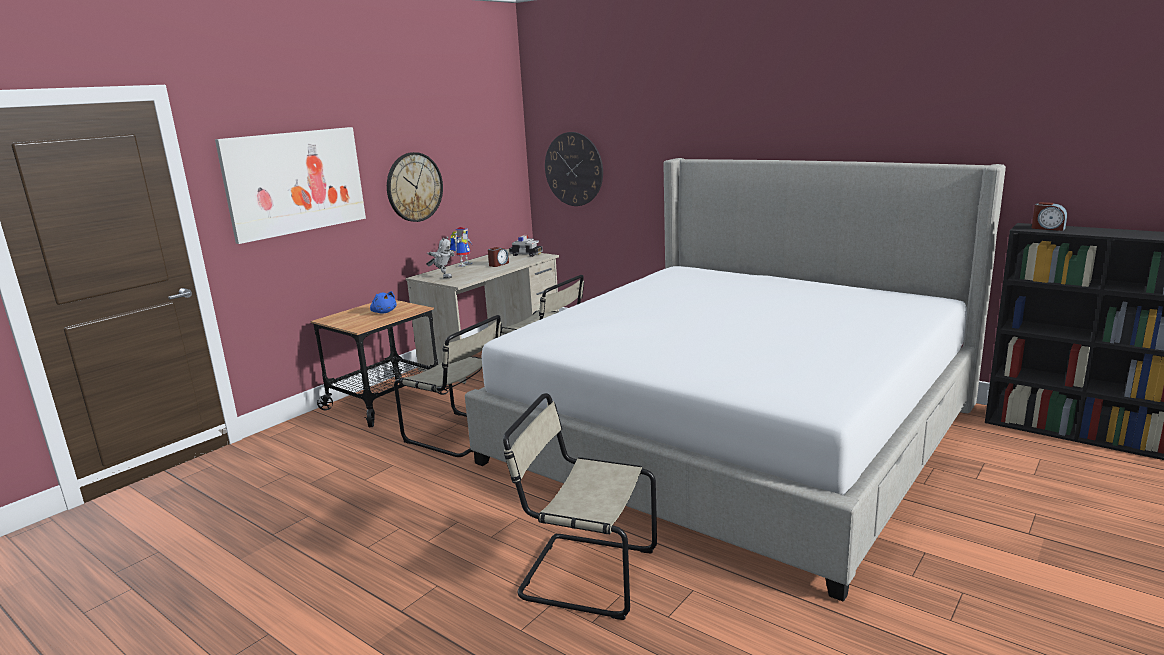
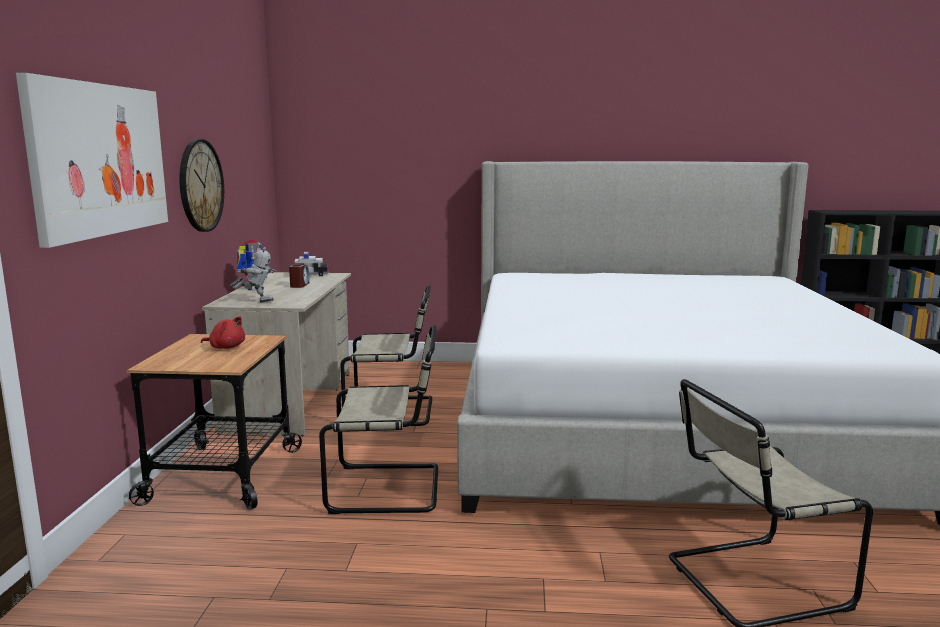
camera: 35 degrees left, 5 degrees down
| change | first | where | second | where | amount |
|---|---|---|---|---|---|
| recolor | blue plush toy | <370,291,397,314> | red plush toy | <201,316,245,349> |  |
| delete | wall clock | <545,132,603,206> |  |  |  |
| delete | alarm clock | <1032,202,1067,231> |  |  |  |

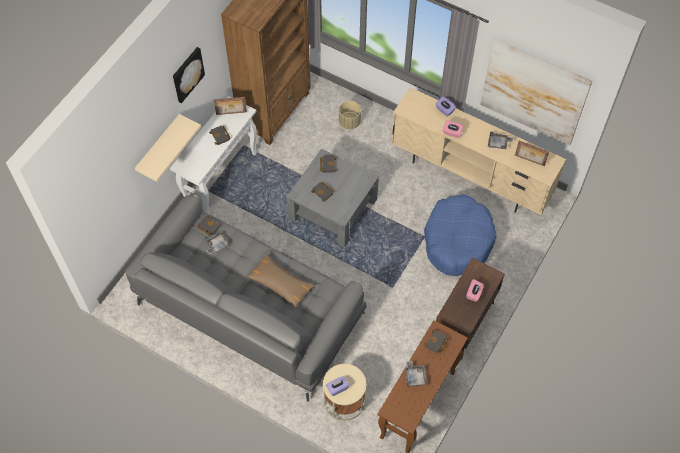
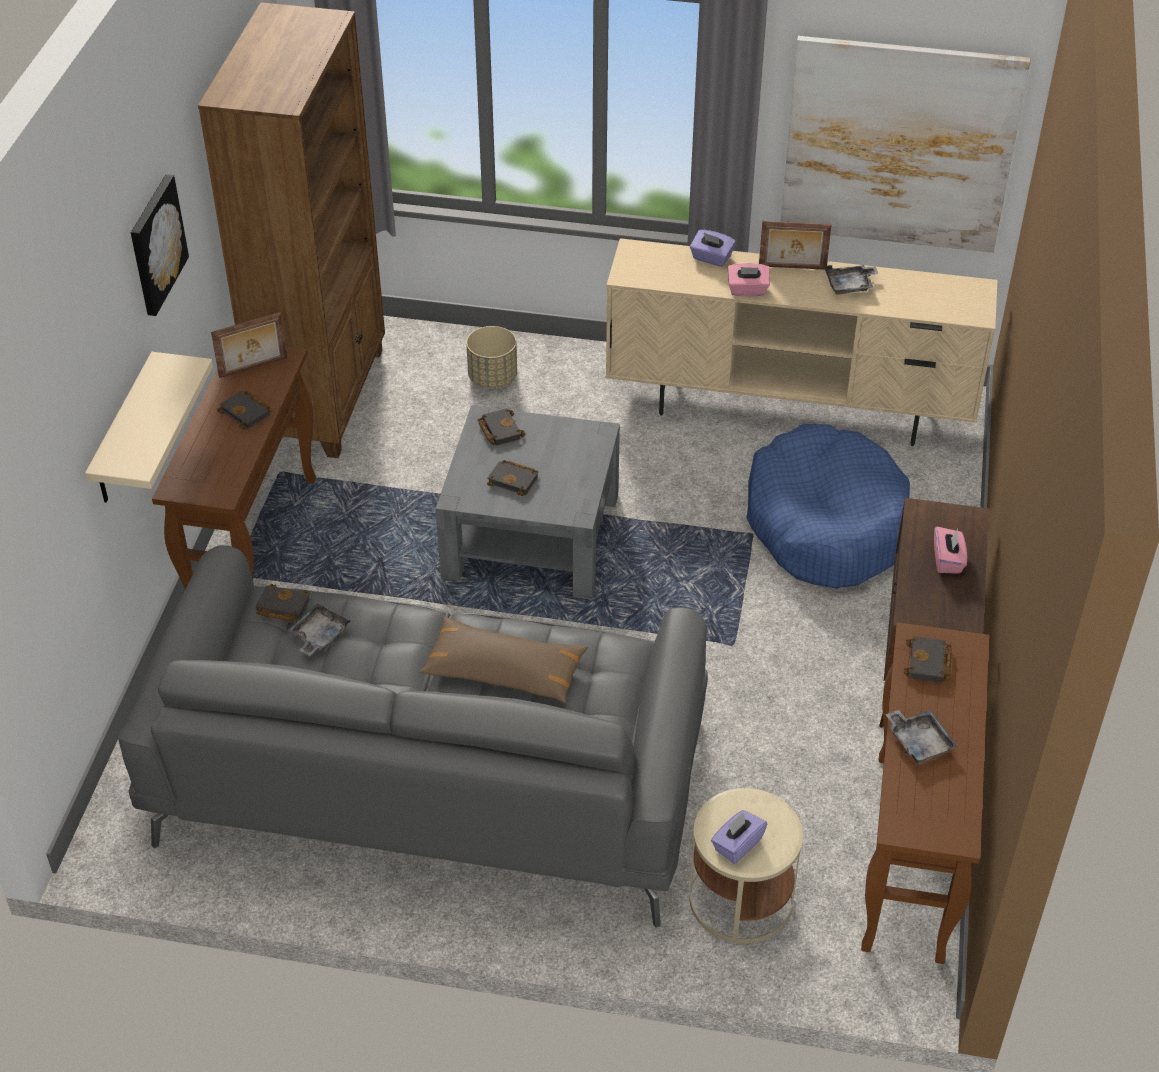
camera: 20 degrees left, 15 degrees down
| change | first | where | second | where | amount |
|---|---|---|---|---|---|
| recolor | white console table | <170,96,257,215> | brown console table | <152,347,316,589> |  |
| move | picture frame | <515,141,549,166> |  | <759,221,832,270> |  |

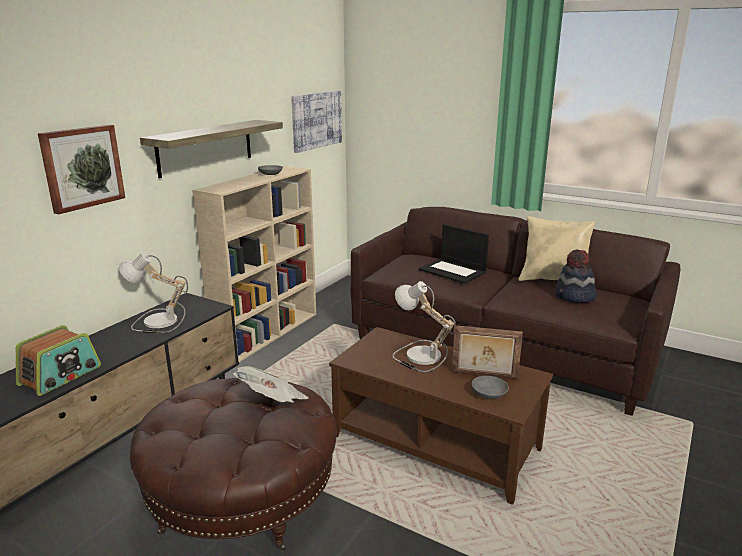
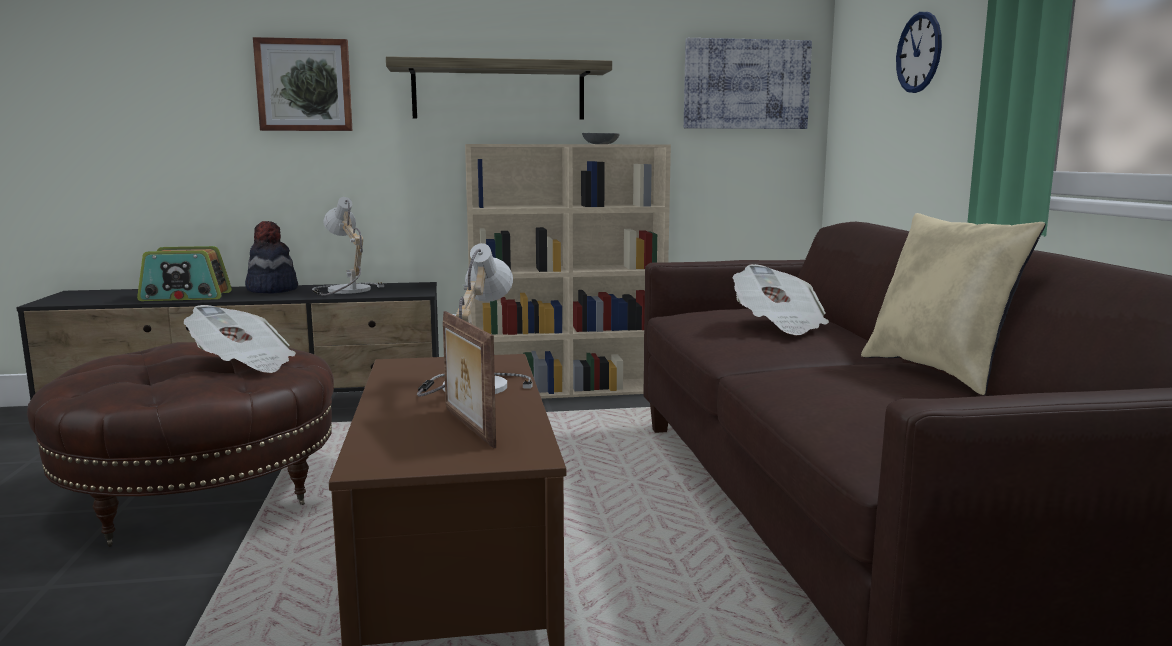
camera: 50 degrees right, 10 degrees down
| change | first | where | second | where | amount |
|---|---|---|---|---|---|
| replace | laptop | <419,224,489,284> | newspaper | <733,264,829,335> |  |
| delete | grey bowl | <472,376,509,399> |  |  |  |
| move | hat | <555,250,597,303> |  | <245,221,298,294> |  |
| insert |  |  | wall clock | <896,12,942,93> |  |

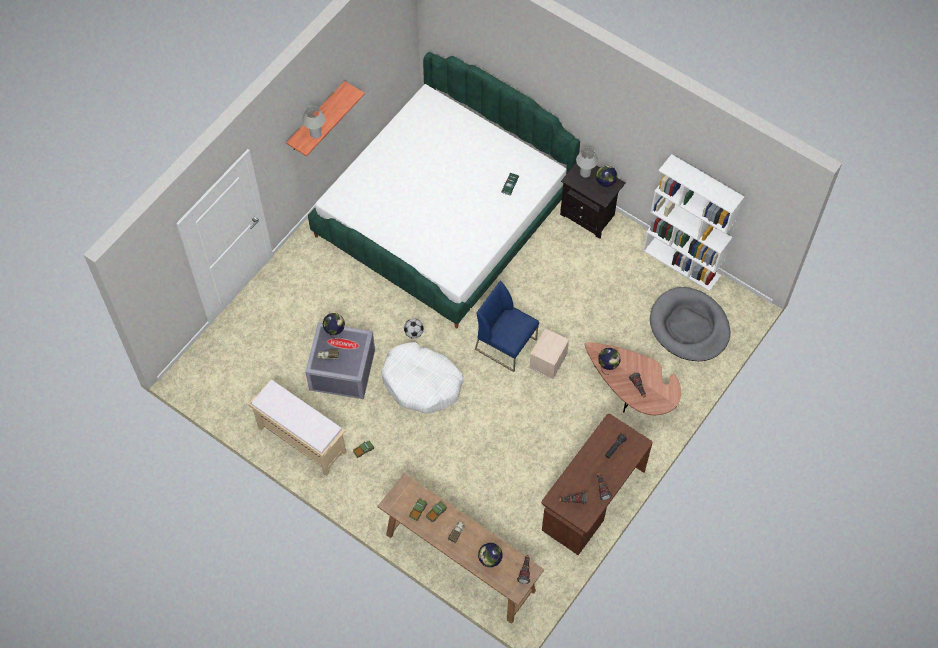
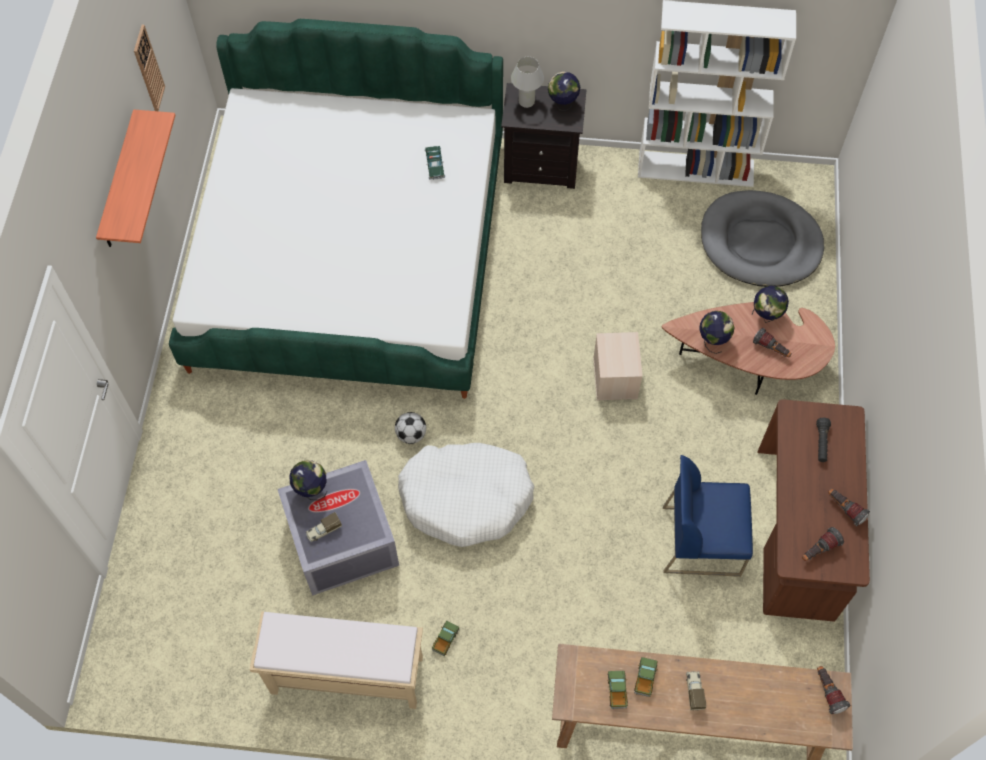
camera: 30 degrees left, 0 degrees up
| change | first | where | second | where | amount |
|---|---|---|---|---|---|
| delete | white table lamp | <302,106,325,139> |  |  |  |
| move | blue chair | <475,281,539,372> |  | <663,455,753,577> |  |
| move | globe | <478,543,503,567> |  | <752,286,789,323> |  |
| insert |  |  | wall clock | <134,25,165,111> |  |

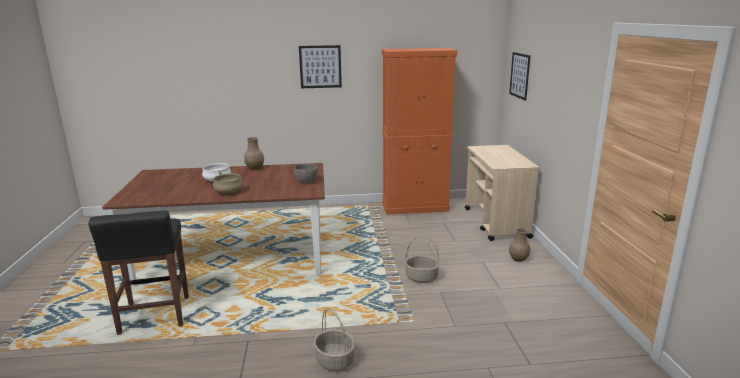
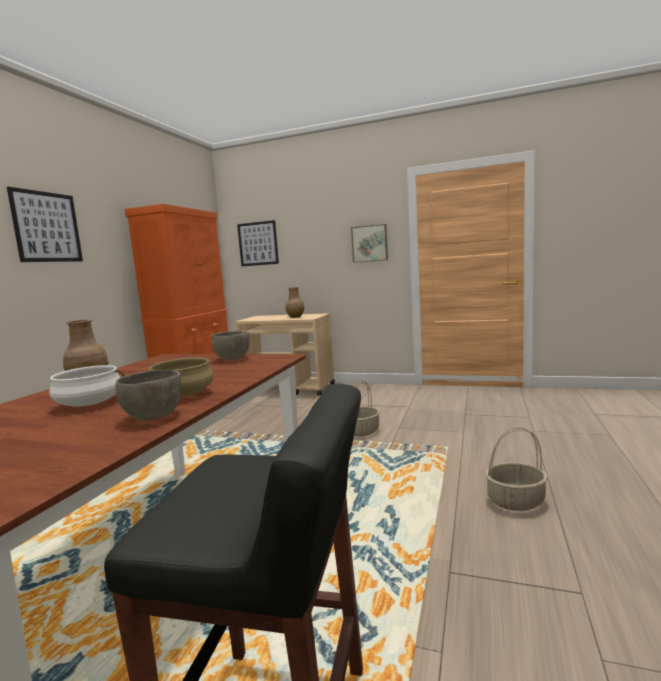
camera: 65 degrees left, 10 degrees down
| change | first | where | second | where | amount |
|---|---|---|---|---|---|
| move | brown vase | <509,228,530,262> |  | <286,287,304,318> |  |
| insert |  |  | grey bowl | <115,370,181,420> |  |
| insert |  |  | picture | <351,224,388,263> |  |

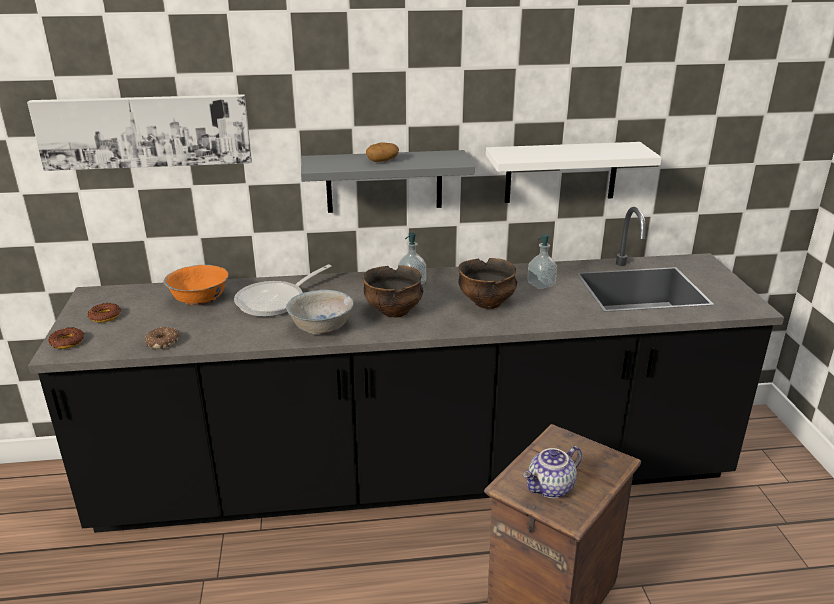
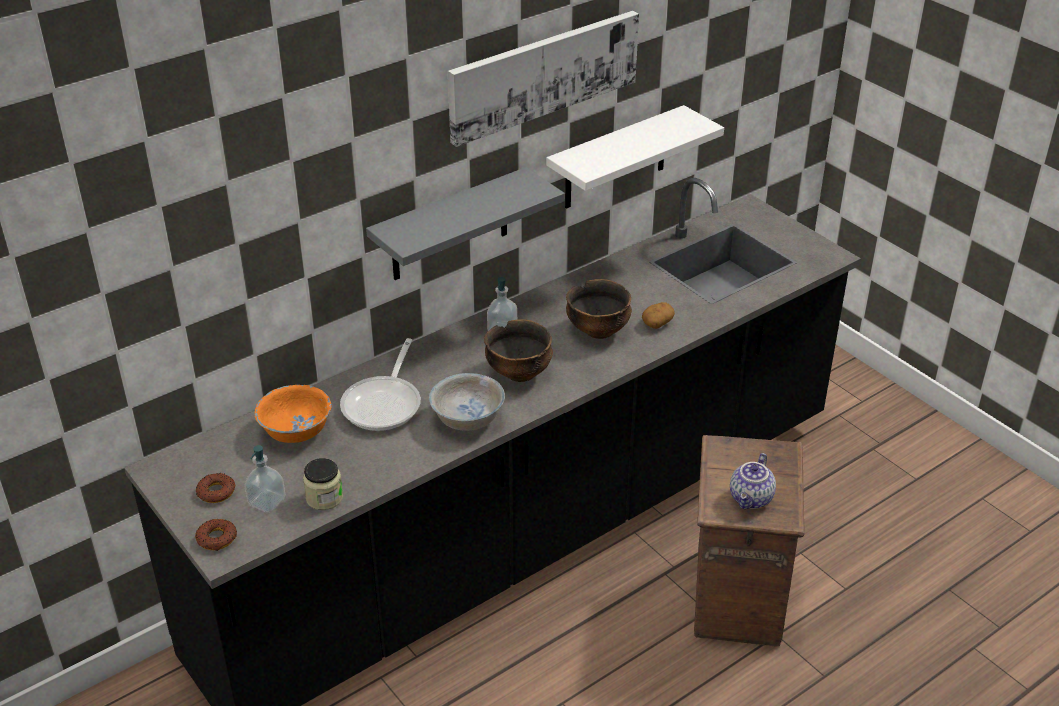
camera: 30 degrees left, 10 degrees up
| change | first | where | second | where | amount |
|---|---|---|---|---|---|
| move | picture | <27,94,252,171> |  | <448,11,639,147> |  |
| replace | donut | <145,327,180,349> | jar | <303,458,343,510> |  |
| move | potato | <366,142,399,162> |  | <642,302,675,329> |  |
| move | soap dispenser | <527,234,557,289> |  | <244,445,285,513> |  |

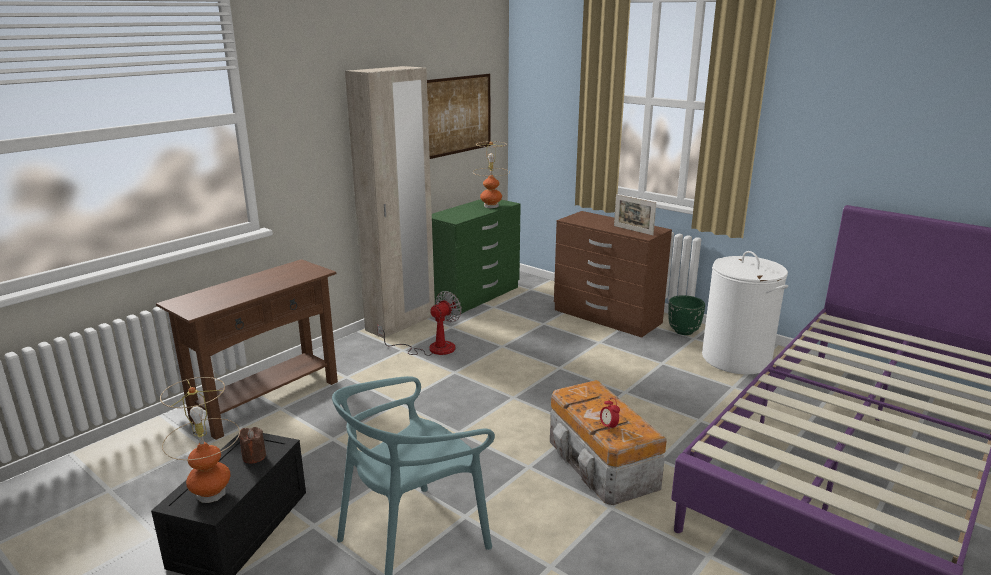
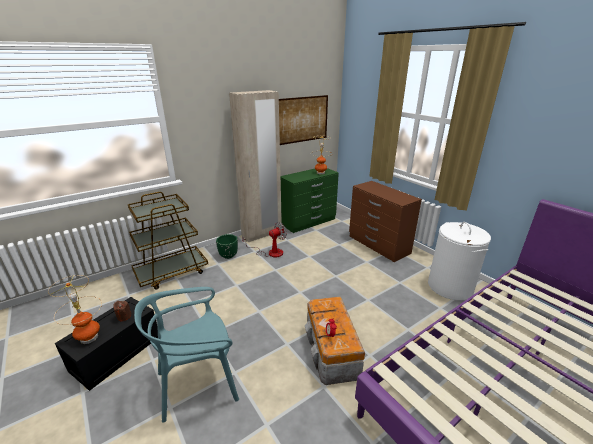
camera: 15 degrees right, 5 degrees up
| change | first | where | second | where | amount |
|---|---|---|---|---|---|
| replace | brown console table | <156,259,338,440> | brown cart | <128,192,208,290> |  |
| delete | picture frame | <614,194,656,235> |  |  |  |
| move | green planter | <668,295,705,335> |  | <216,234,238,259> |  |

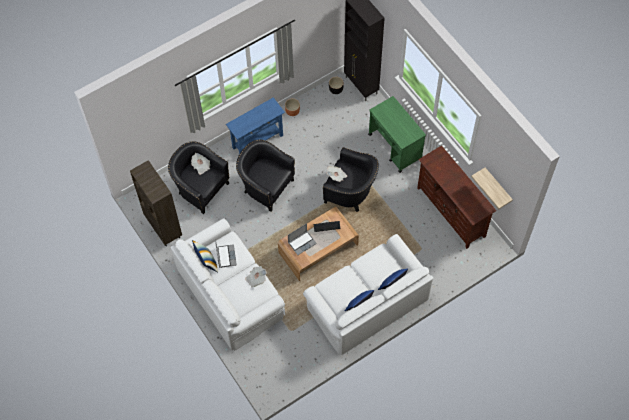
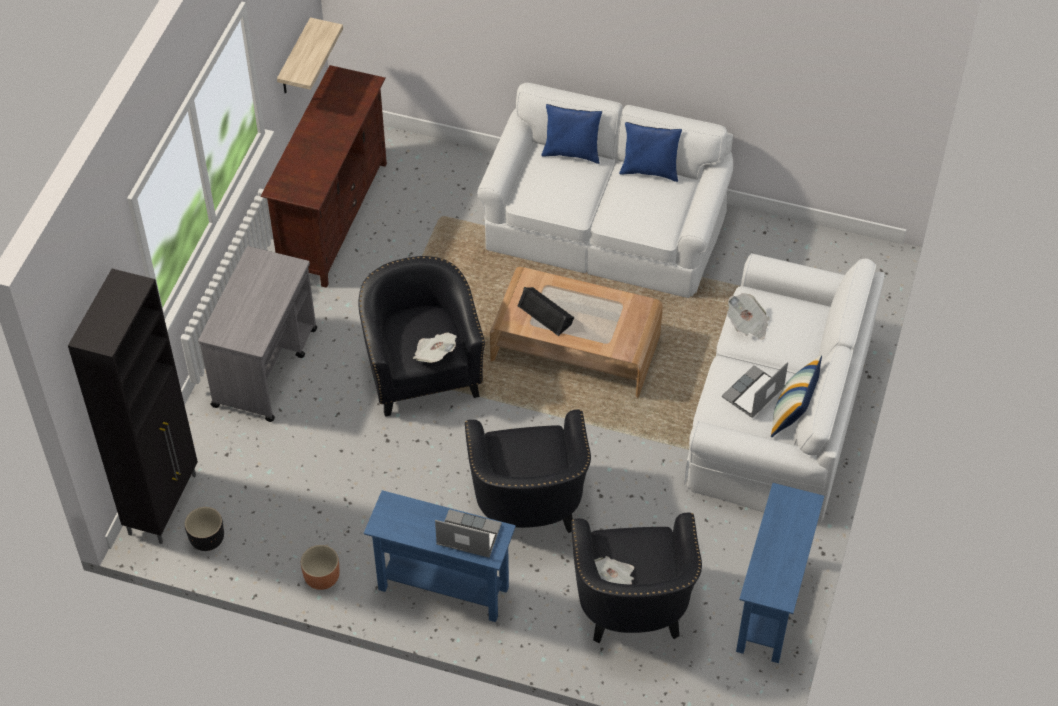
camera: 130 degrees left, 10 degrees down
| change | first | where | second | where | amount |
|---|---|---|---|---|---|
| replace | brown bookcase | <130,160,182,246> | blue console table | <736,483,824,663> |  |
| move | laptop | <288,223,317,255> |  | <435,509,502,558> |  |
| recolor | green cart | <368,96,426,173> | grey cart | <198,246,317,422> |  |

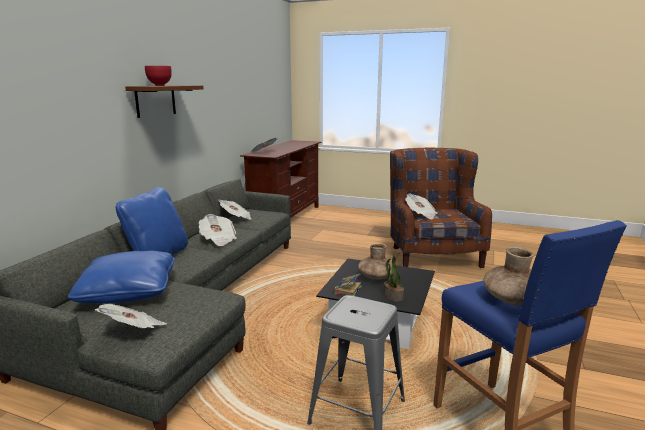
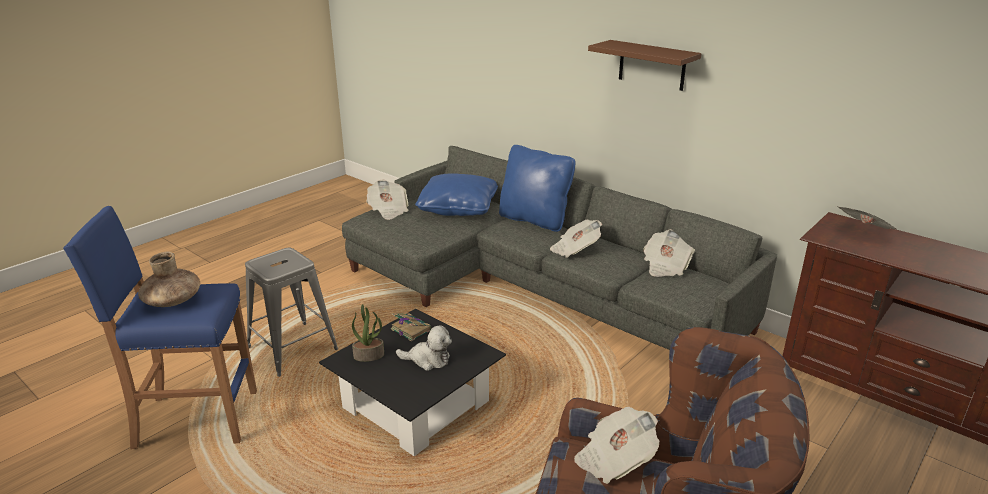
camera: 110 degrees right, 10 degrees up
| change | first | where | second | where | amount |
|---|---|---|---|---|---|
| delete | red bowl | <145,66,172,86> |  |  |  |
| replace | brown vase | <358,244,392,280> | plush toy | <396,325,452,371> |  |

